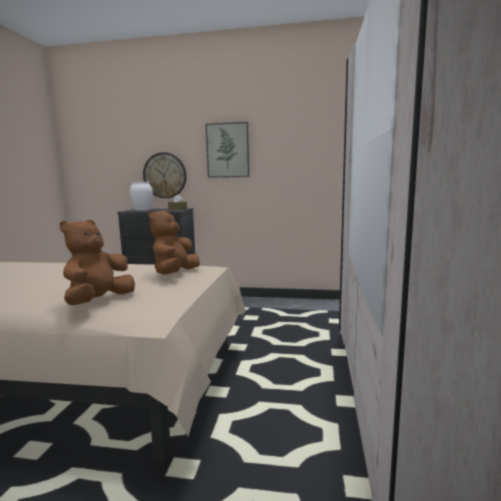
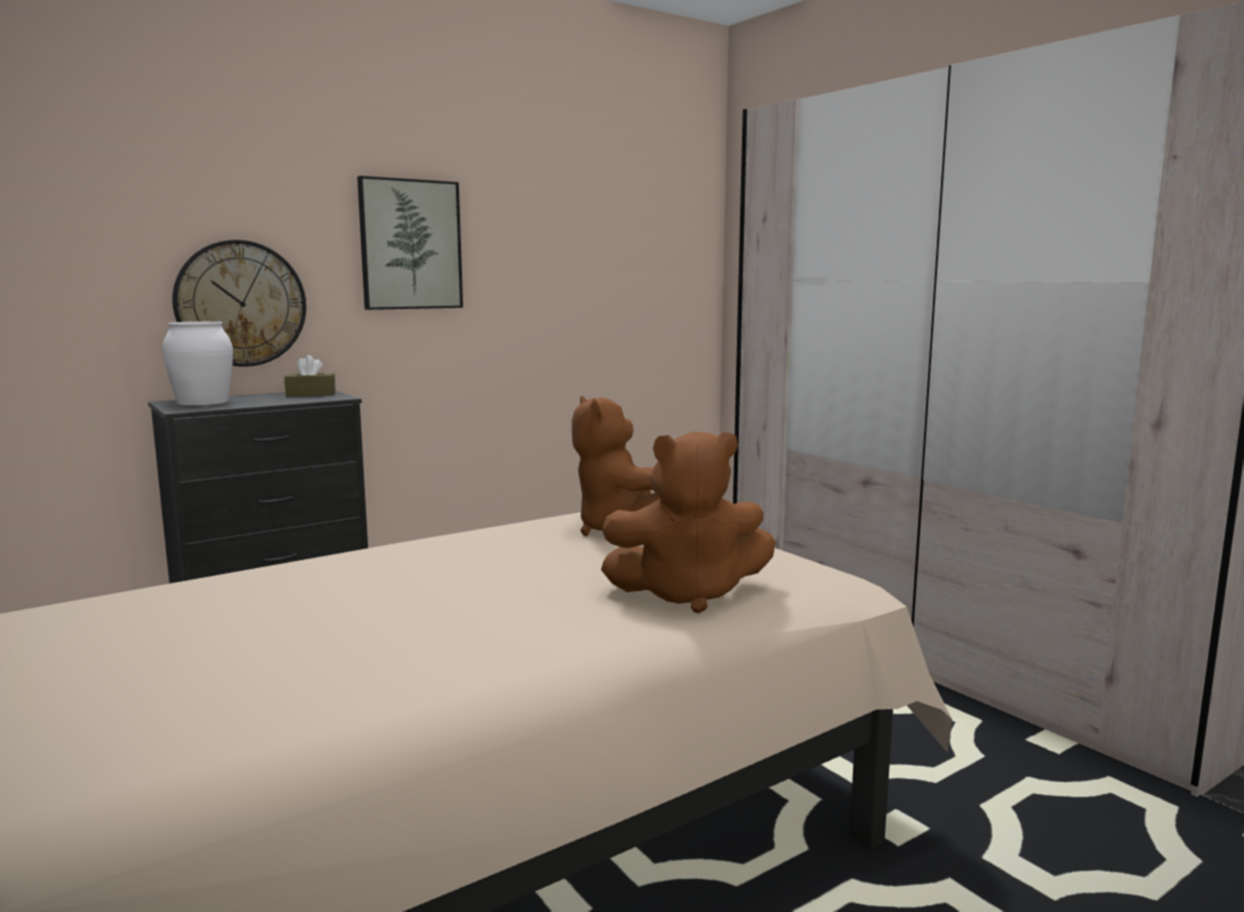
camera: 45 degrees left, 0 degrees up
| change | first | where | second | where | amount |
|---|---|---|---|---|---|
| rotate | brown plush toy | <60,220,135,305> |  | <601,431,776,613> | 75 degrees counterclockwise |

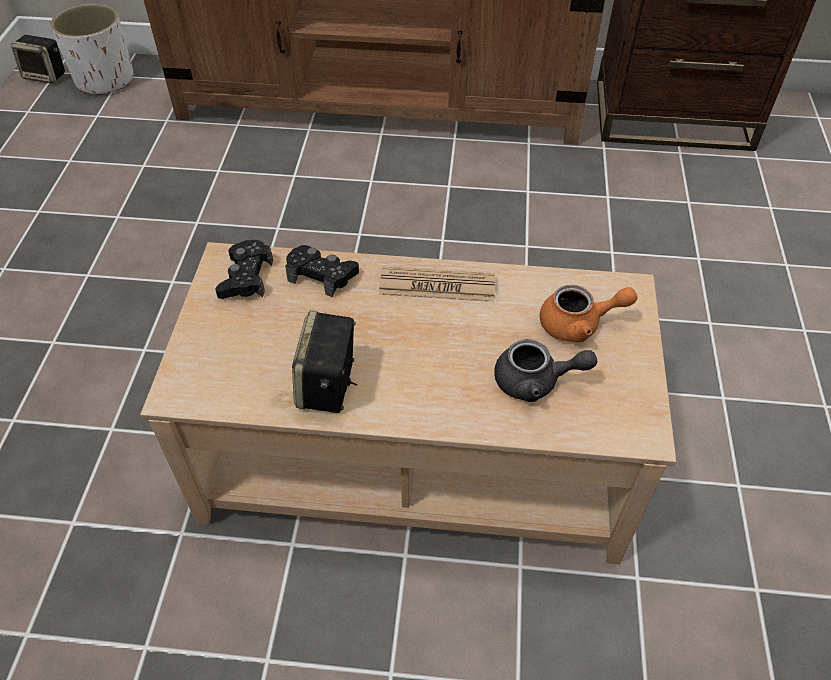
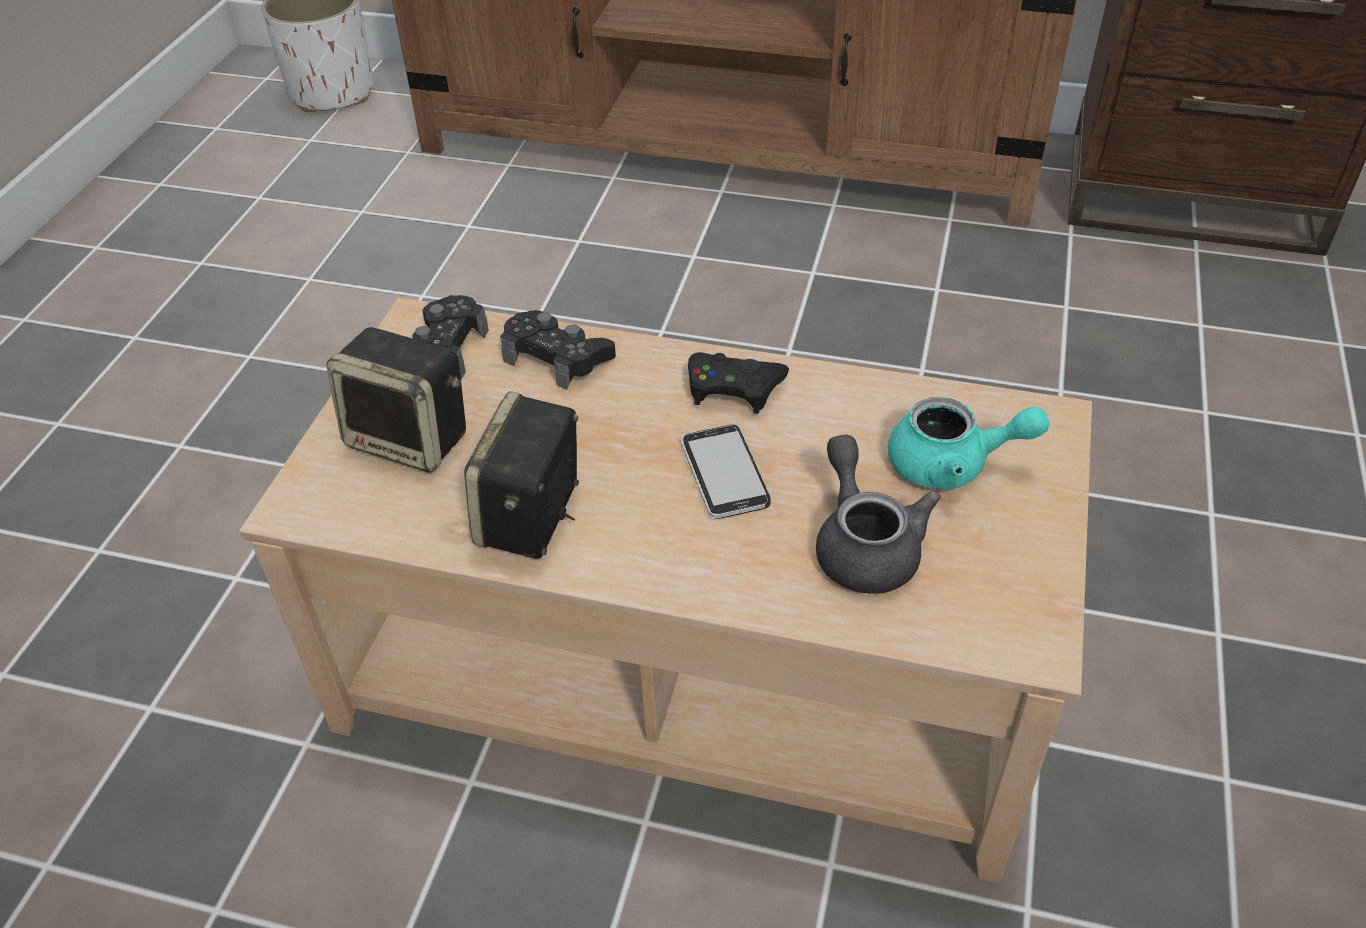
camera: 10 degrees right, 5 degrees down
| change | first | where | second | where | amount |
|---|---|---|---|---|---|
| move | speaker | <11,35,65,84> |  | <326,327,466,473> |  |
| replace | newspaper | <379,267,495,302> | black game controller | <688,352,789,414> |  |
| rotate | grey teapot | <494,339,597,402> |  | <816,435,941,594> | 120 degrees counterclockwise |
| recolor | orange teapot | <540,285,638,343> | turquoise teapot | <888,397,1050,490> |  |
| insert |  |  | phone | <680,425,771,519> |  |

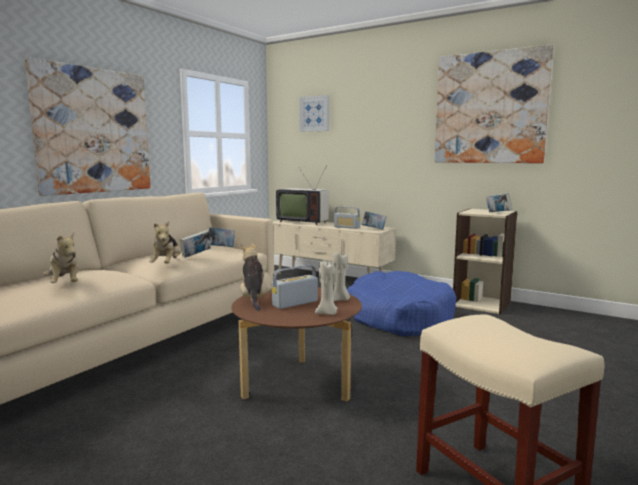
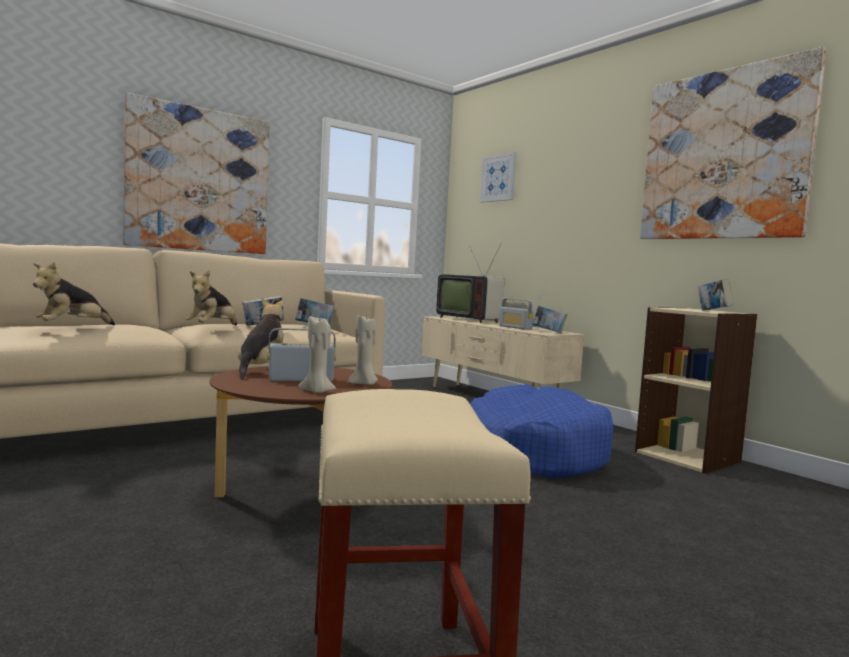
camera: 20 degrees right, 5 degrees down
| change | first | where | second | where | amount |
|---|---|---|---|---|---|
| rotate | plush toy | <43,232,78,283> |  | <33,262,115,325> | 45 degrees clockwise |

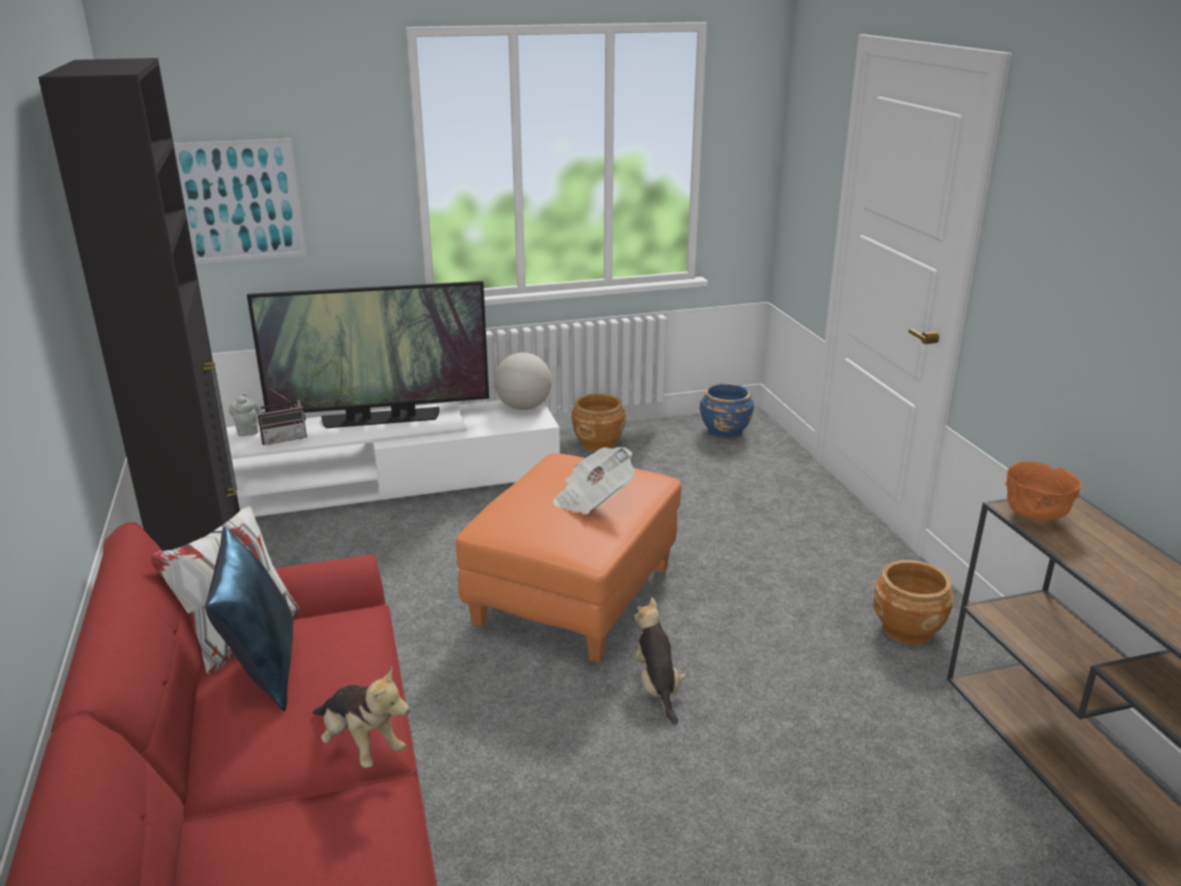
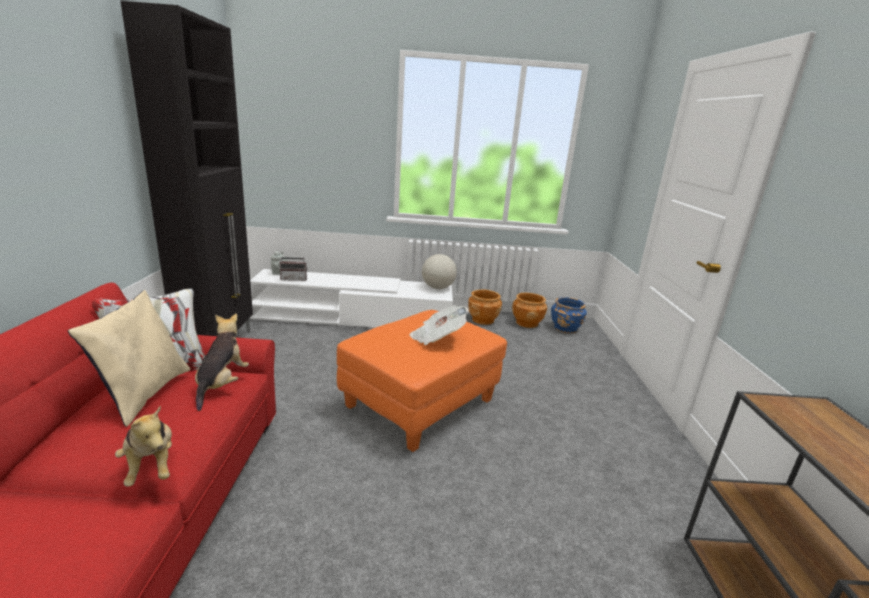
camera: 15 degrees right, 5 degrees down
| change | first | where | second | where | amount |
|---|---|---|---|---|---|
| delete | picture | <174,138,307,264> |  |  |  |
| recolor | blue pillow | <205,526,294,711> | beige pillow | <68,290,190,427> |  |
| delete | television | <247,281,489,428> |  |  |  |
| move | plush toy | <634,598,686,725> |  | <195,314,249,411> |  |
| move | brown planter | <873,560,954,645> |  | <512,293,547,328> |  |
| delete | orange bowl | <1005,461,1082,521> |  |  |  |

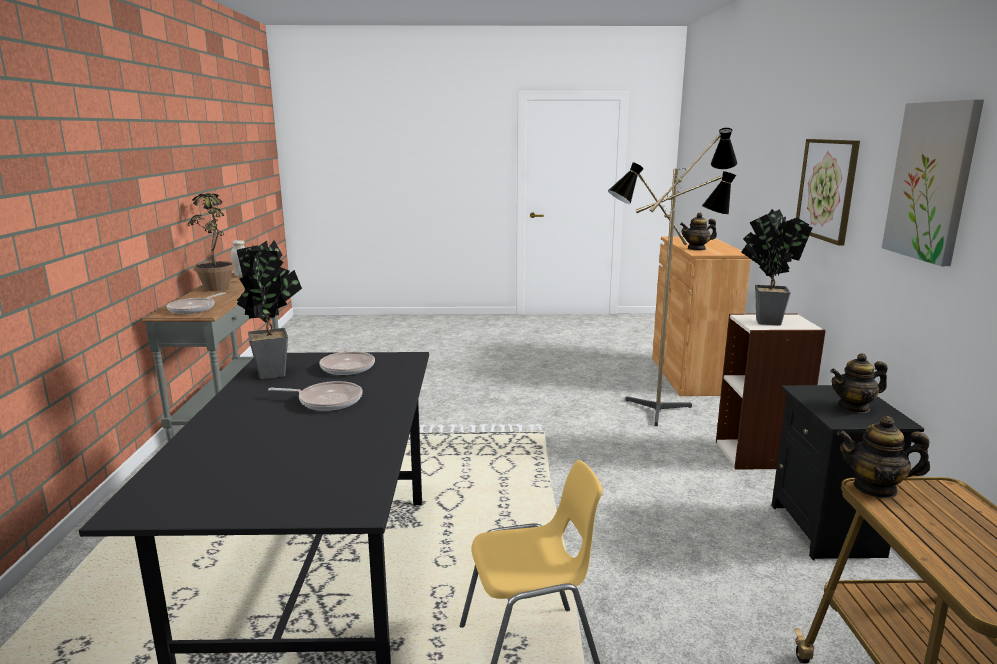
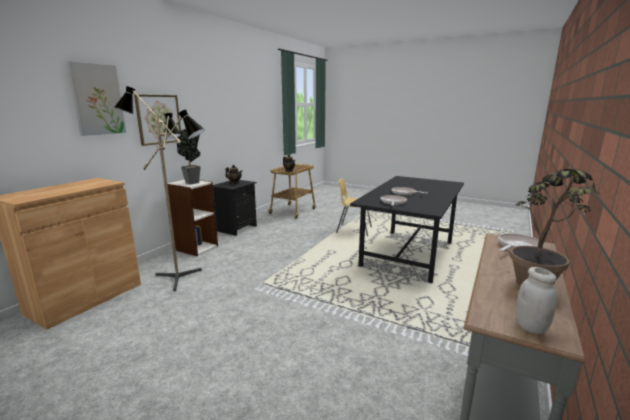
camera: 150 degrees left, 0 degrees up
| change | first | where | second | where | amount |
|---|---|---|---|---|---|
| delete | potted plant | <237,240,302,379> |  |  |  |
| delete | teapot | <680,213,717,251> |  |  |  |
| move | picture | <882,99,984,266> |  | <66,61,126,136> |  |

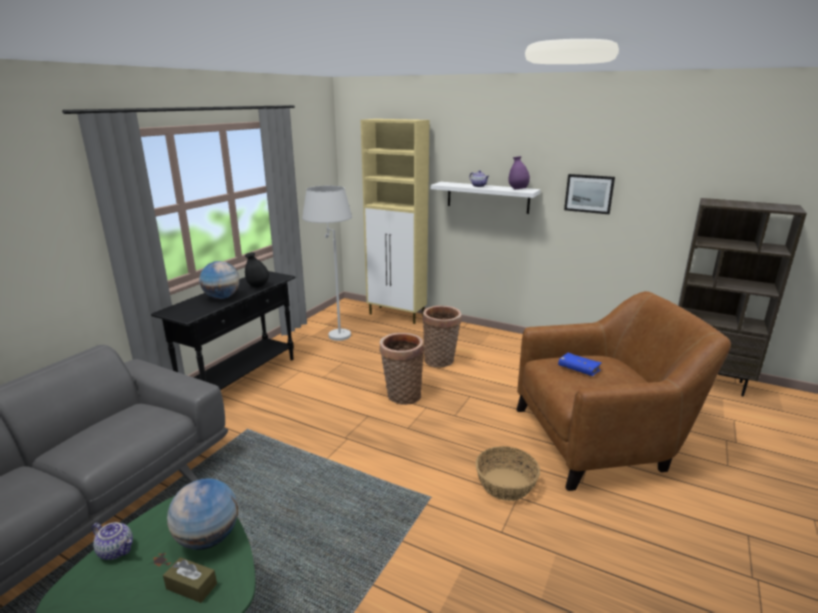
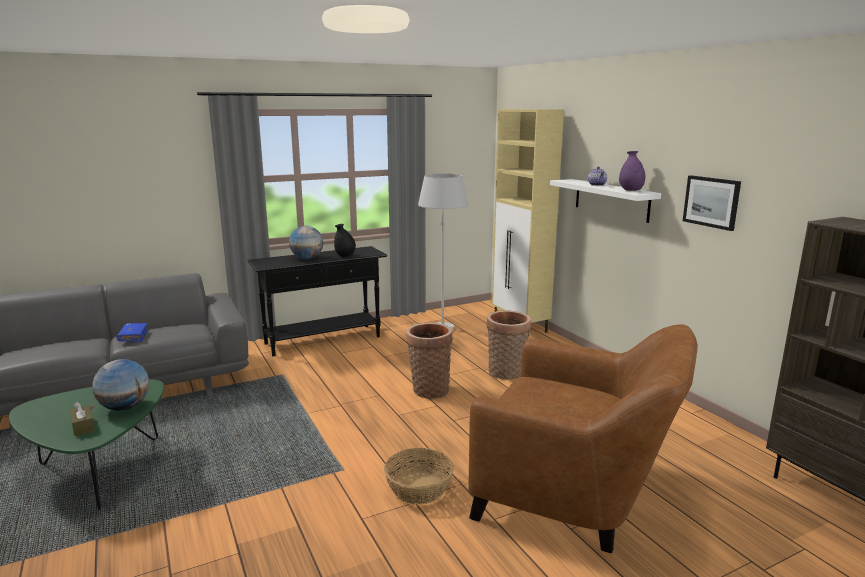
camera: 35 degrees right, 5 degrees down
| change | first | where | second | where | amount |
|---|---|---|---|---|---|
| delete | teapot | <92,522,133,560> |  |  |  |
| move | blue book | <558,353,602,376> |  | <116,323,148,342> |  |

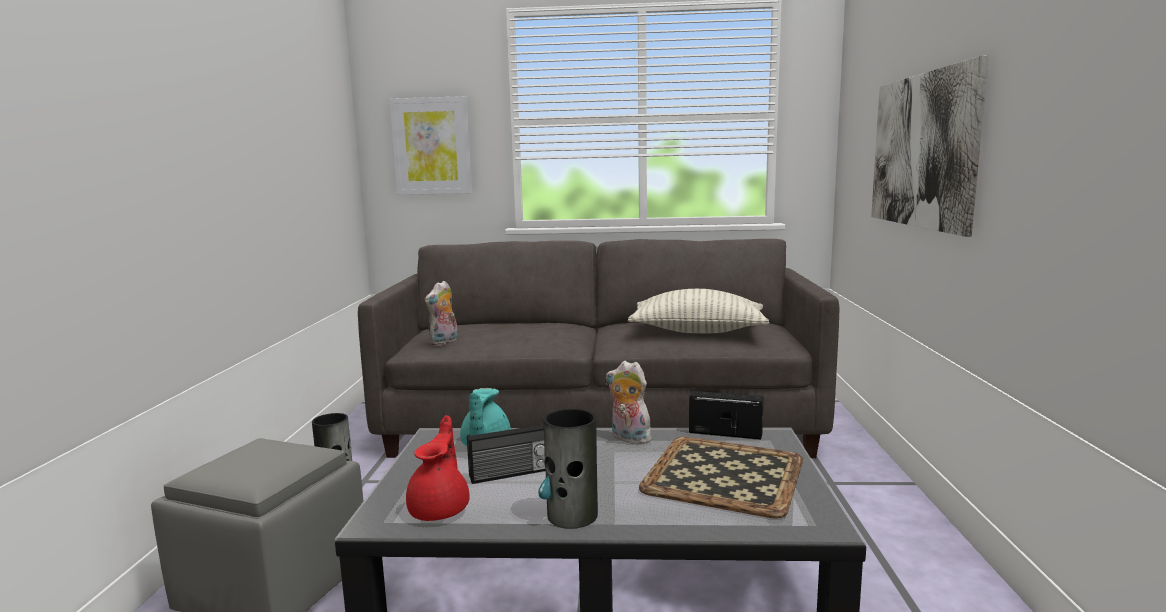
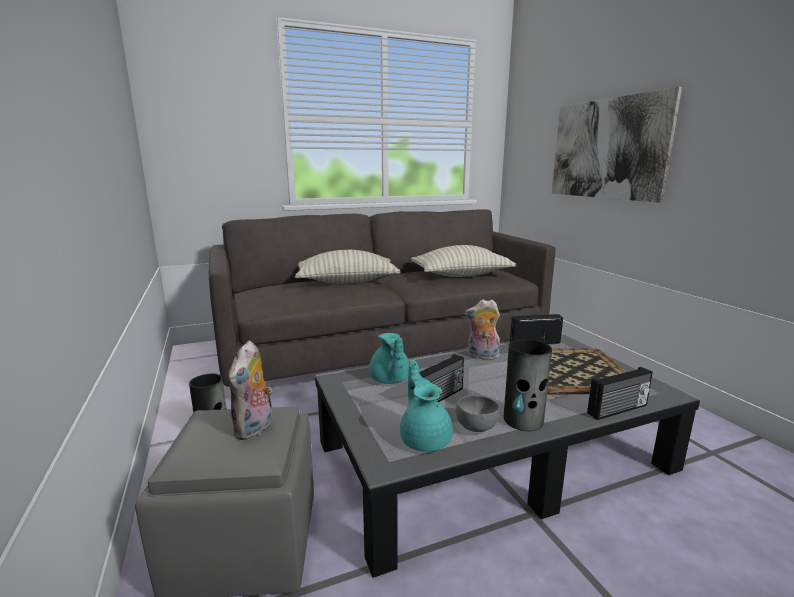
camera: 25 degrees left, 5 degrees up
| change | first | where | second | where | amount |
|---|---|---|---|---|---|
| delete | picture | <389,96,472,195> |  |  |  |
| recolor | red teapot | <406,415,469,521> | turquoise teapot | <400,360,453,452> |  |
| move | plush toy | <425,281,458,346> |  | <228,341,273,440> |  |
| insert |  |  | pillow | <295,250,401,284> |  |
| insert |  |  | grey bowl | <455,395,500,432> |  |
| insert |  |  | radio | <587,367,653,420> |  |

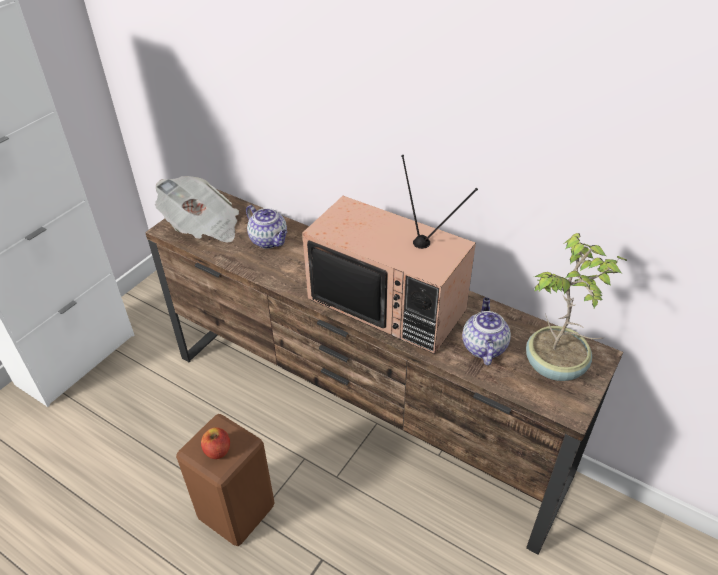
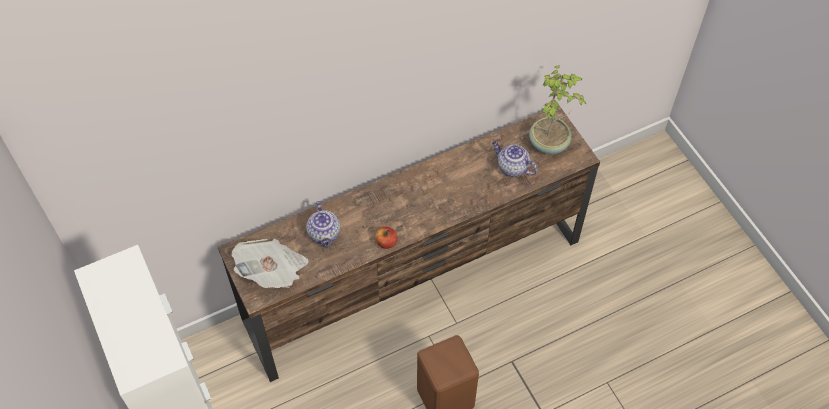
camera: 60 degrees left, 15 degrees up
| change | first | where | second | where | amount |
|---|---|---|---|---|---|
| move | apple | <201,427,230,459> |  | <375,227,398,249> |  |
| rotate | teapot | <246,205,287,249> |  | <306,201,340,248> | 90 degrees clockwise |
| delete | television | <302,155,478,354> |  |  |  |

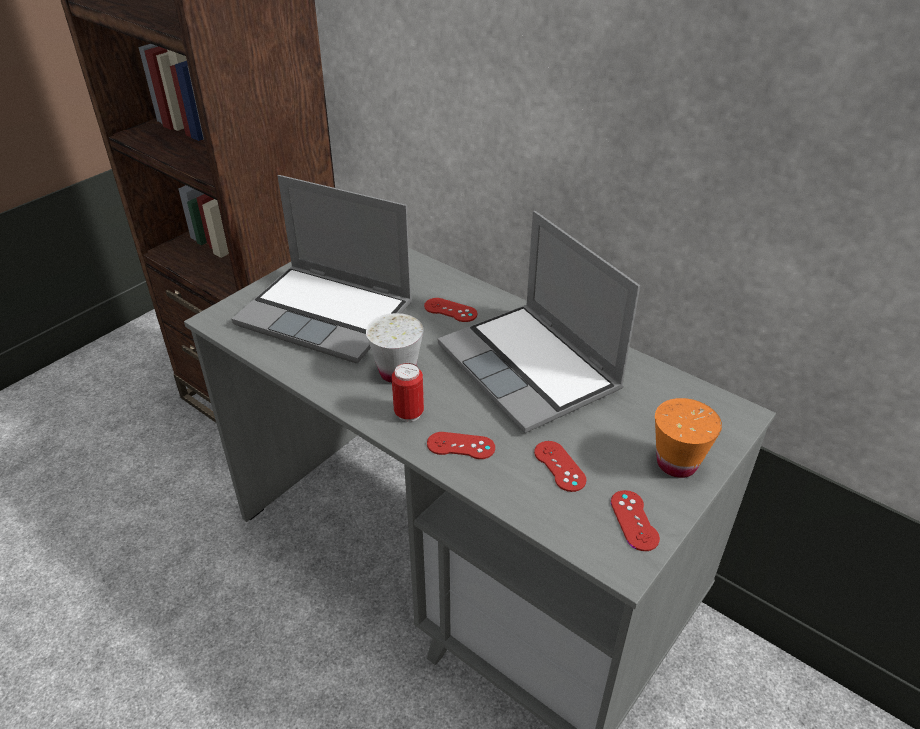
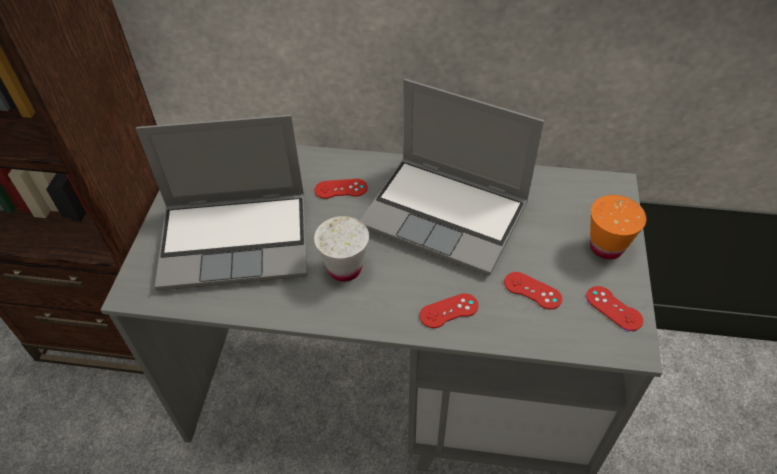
camera: 30 degrees left, 10 degrees up
| change | first | where | second | where | amount |
|---|---|---|---|---|---|
| delete | can | <392,363,424,422> |  |  |  |

